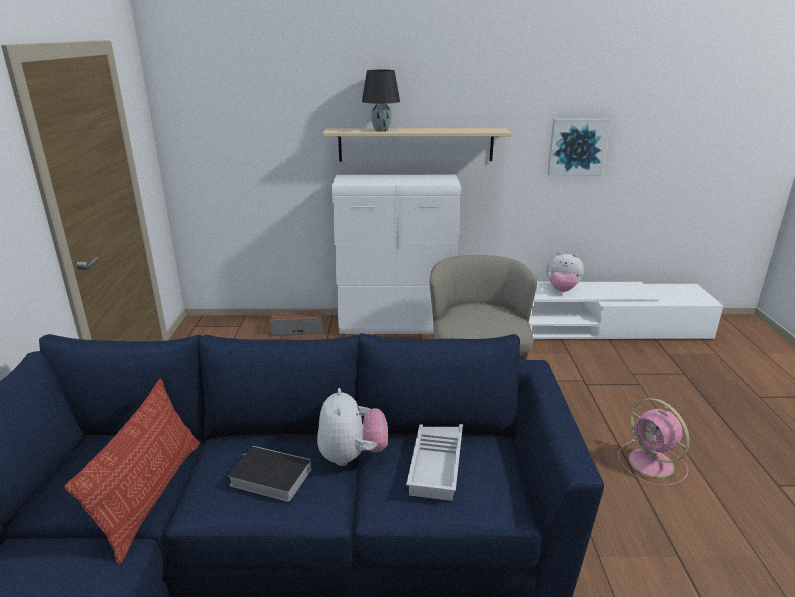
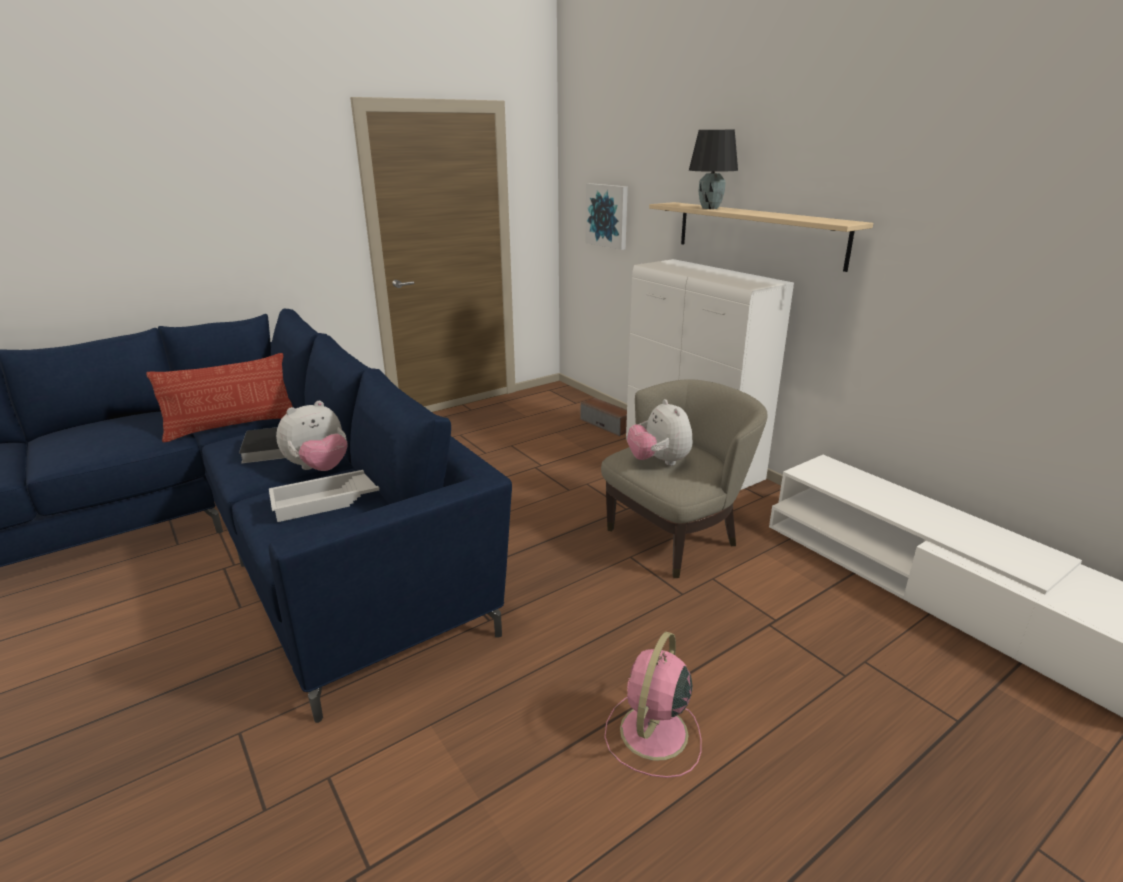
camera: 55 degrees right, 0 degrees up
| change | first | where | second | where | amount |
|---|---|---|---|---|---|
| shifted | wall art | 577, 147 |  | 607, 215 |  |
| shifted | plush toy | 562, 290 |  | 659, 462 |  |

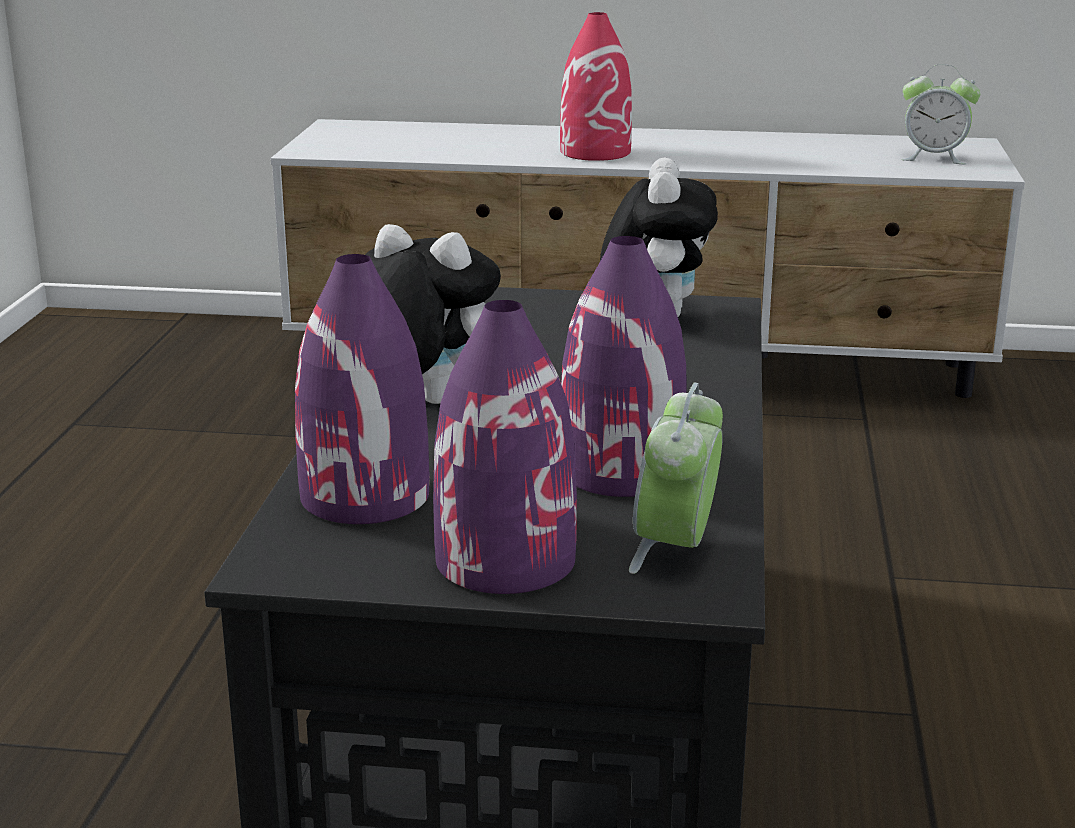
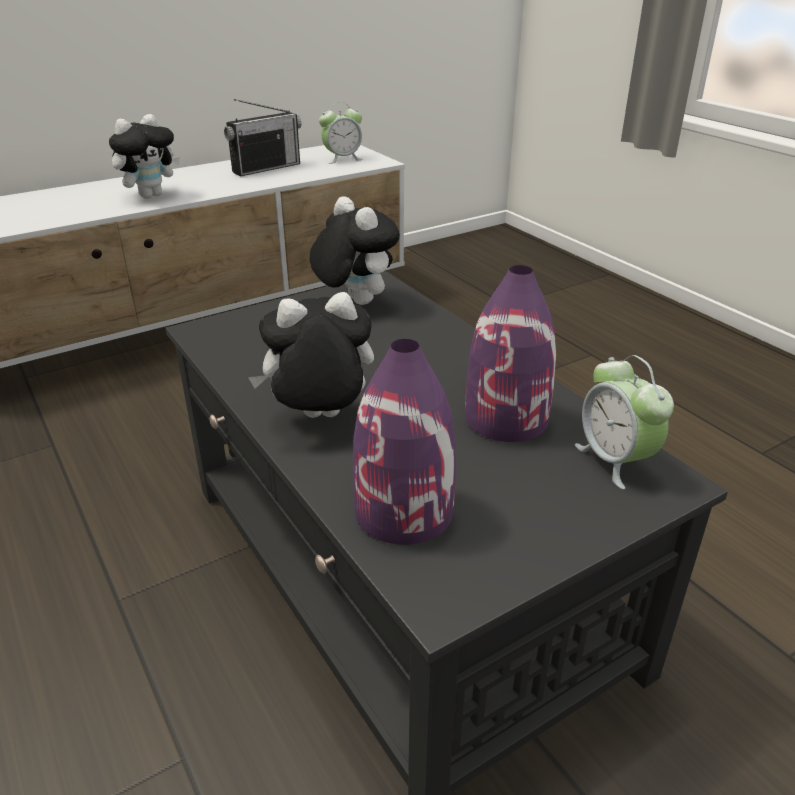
camera: 40 degrees left, 10 degrees up
| change | first | where | second | where | amount |
|---|---|---|---|---|---|
| swapped | vase (red) | 596, 152 | plush toy | 151, 195 |  |
| new |  |  | radio set | 266, 168 |  |
| gone | vase (purple) | 506, 560 |  |  |  |

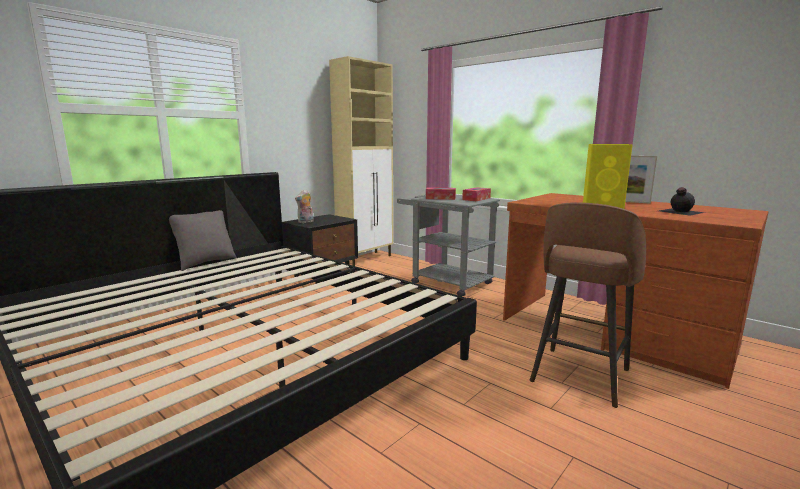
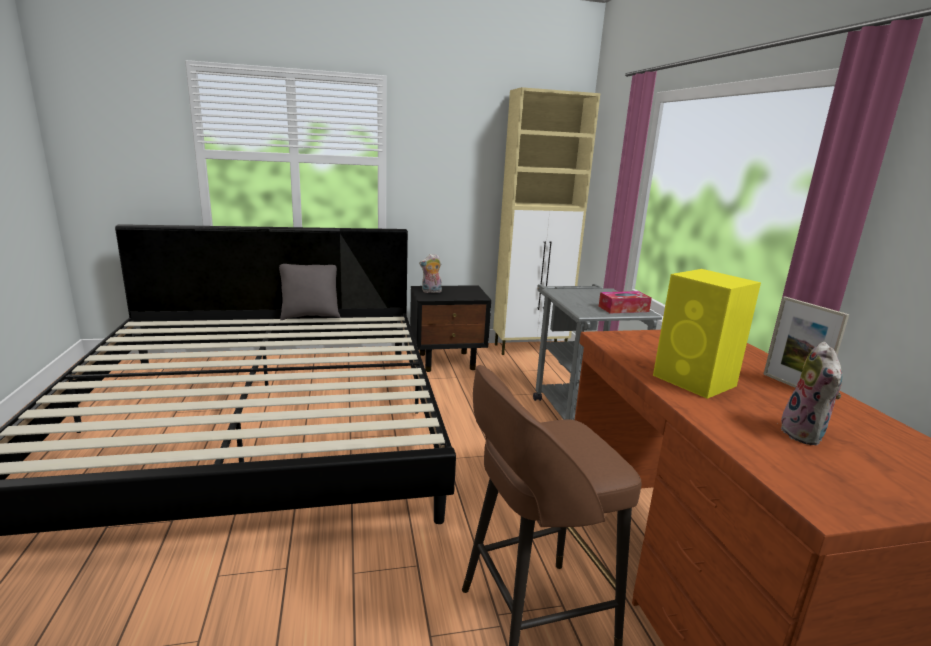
camera: 35 degrees right, 5 degrees up
| change | first | where | second | where | amount |
|---|---|---|---|---|---|
| swapped | beverage bottle (black) | 679, 211 | plush toy | 805, 435 |  |
| gone | tissue holder | 440, 198 |  |  |  |

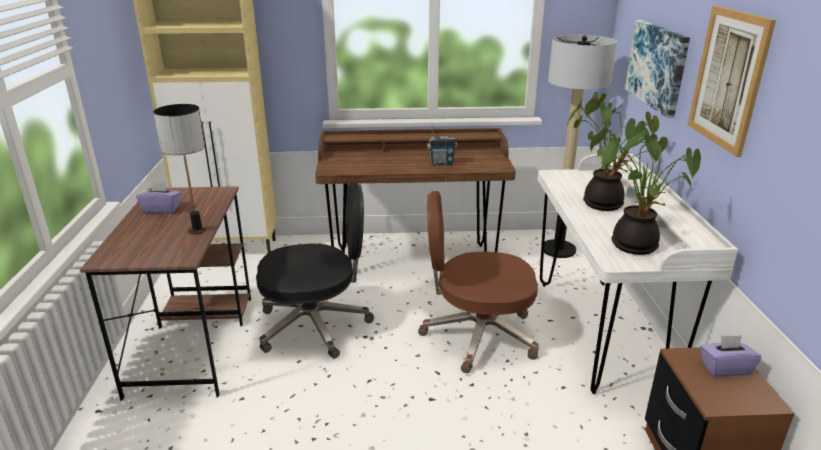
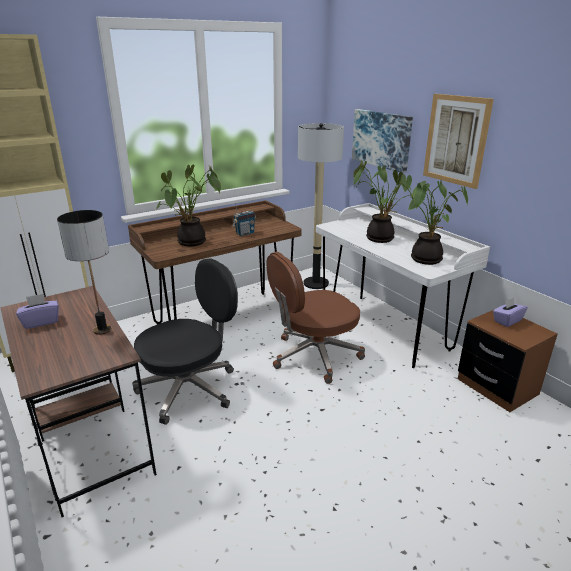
camera: 30 degrees left, 0 degrees up
| change | first | where | second | where | amount |
|---|---|---|---|---|---|
| new |  |  | potted plant | 191, 243 |  |

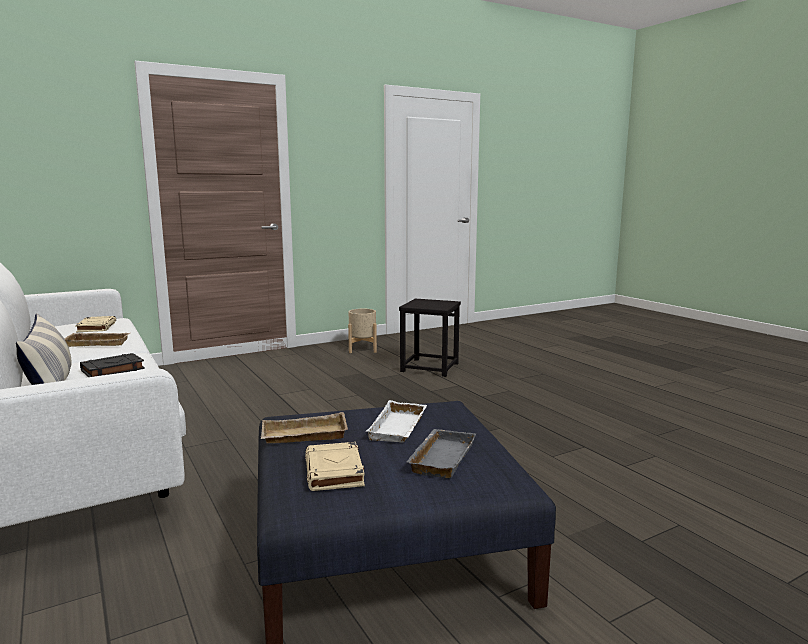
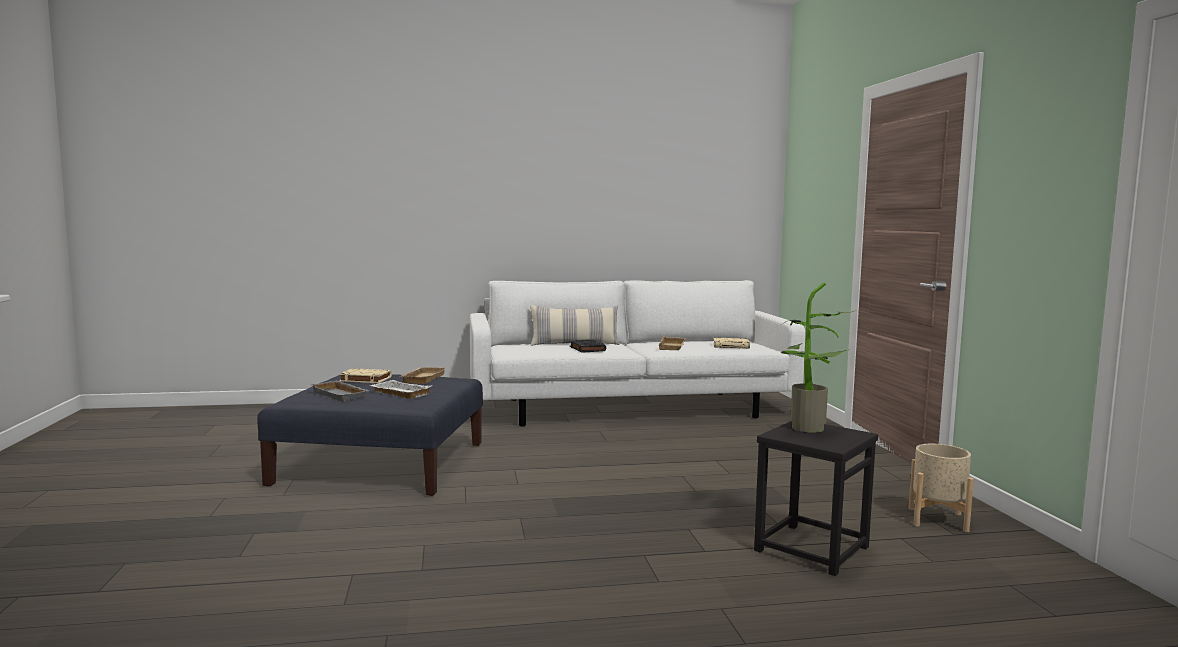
camera: 110 degrees right, 5 degrees down
| change | first | where | second | where | amount |
|---|---|---|---|---|---|
| new |  |  | potted plant | 807, 429 |  |

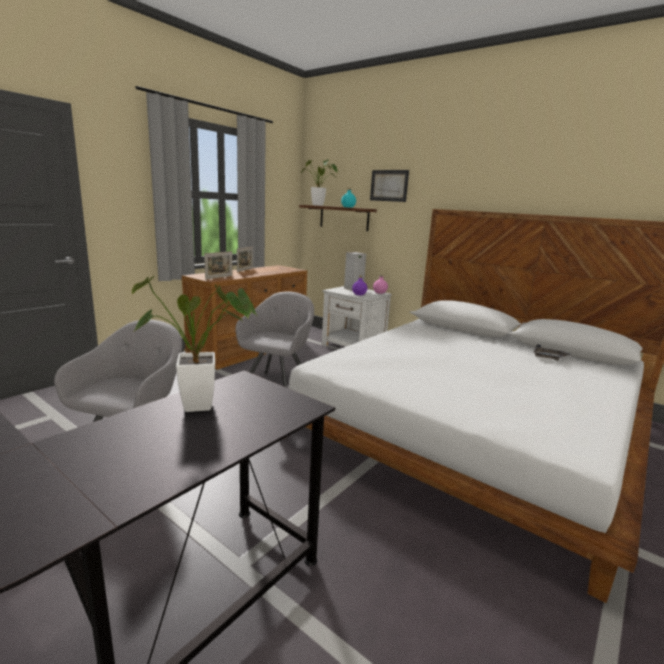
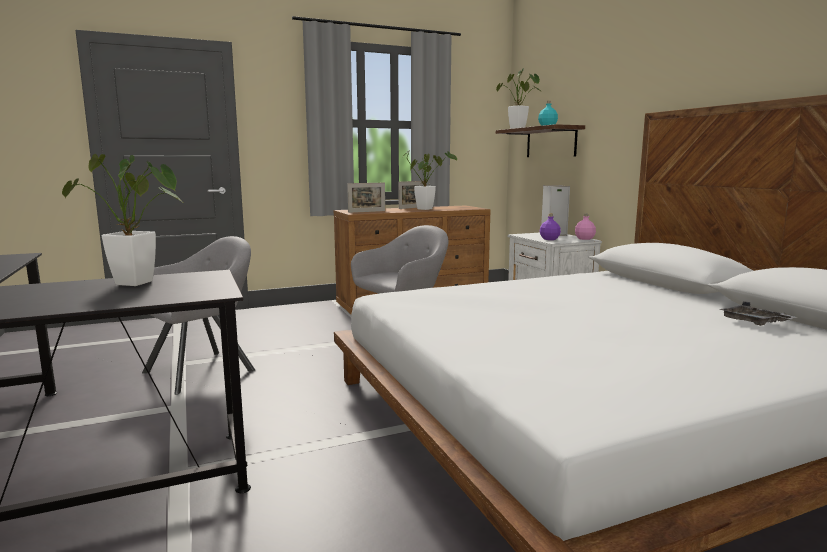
camera: 30 degrees right, 5 degrees down
| change | first | where | second | where | amount |
|---|---|---|---|---|---|
| new |  |  | potted plant | 427, 209 |  |
| gone | wall art | 389, 185 |  |  |  |

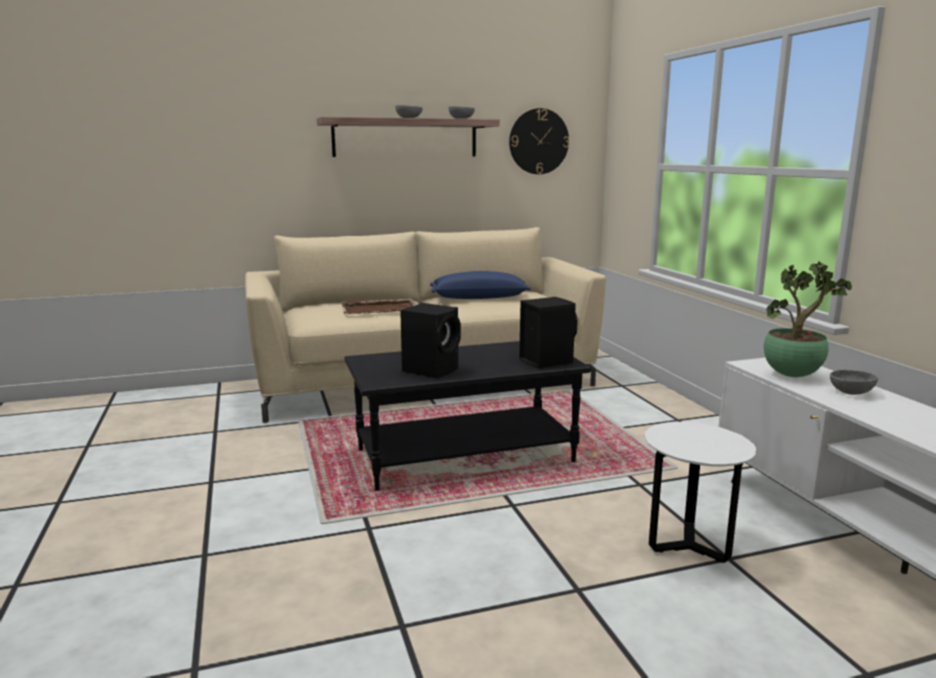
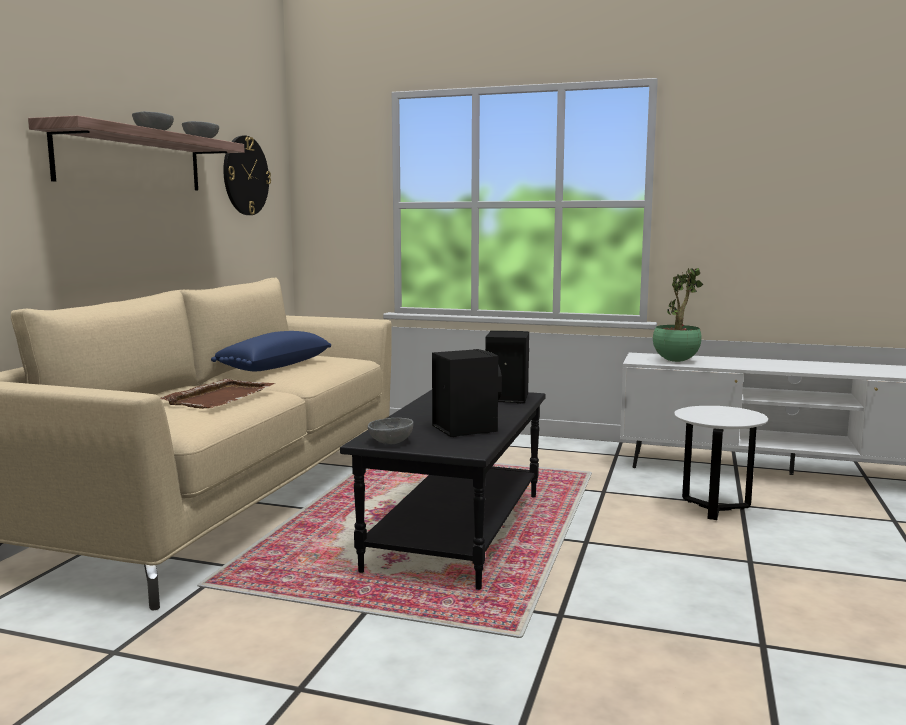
camera: 55 degrees left, 5 degrees down
| change | first | where | second | where | amount |
|---|---|---|---|---|---|
| shifted | bowl (grey) | 850, 392 |  | 390, 442 |  |

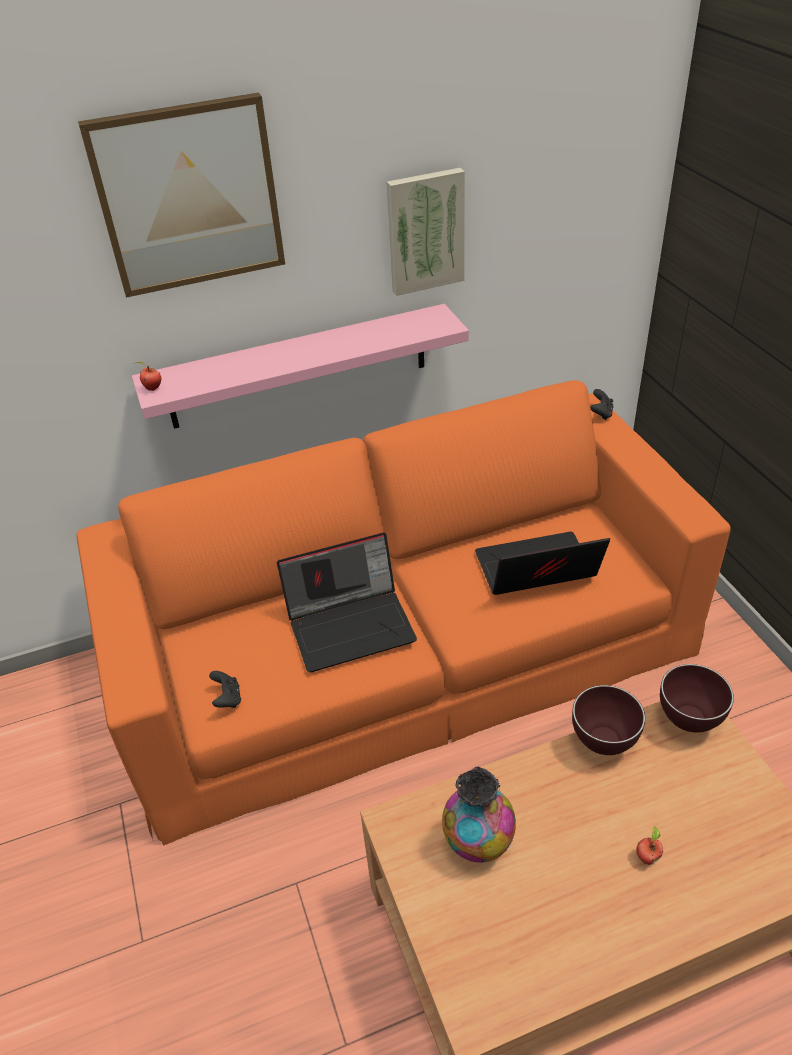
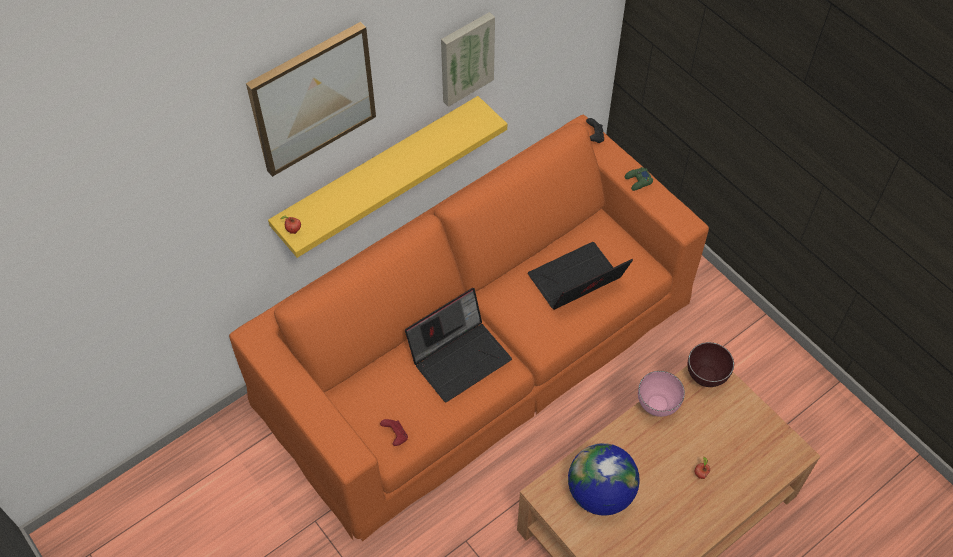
camera: 20 degrees left, 15 degrees up
| change | first | where | second | where | amount |
|---|---|---|---|---|---|
| repainted | bracket shelf (pinkish) | 298, 367 | bracket shelf (yellowish) | 378, 172 |  |
| repainted | game controller (black) | 227, 699 | game controller (red) | 395, 436 |  |
| swapped | vase | 477, 844 | desk globe | 600, 493 |  |
| new |  |  | game controller (greenish) | 638, 181 |  |
| repainted | bowl (brown) | 605, 743 | bowl (pinkish) | 658, 406 |  |

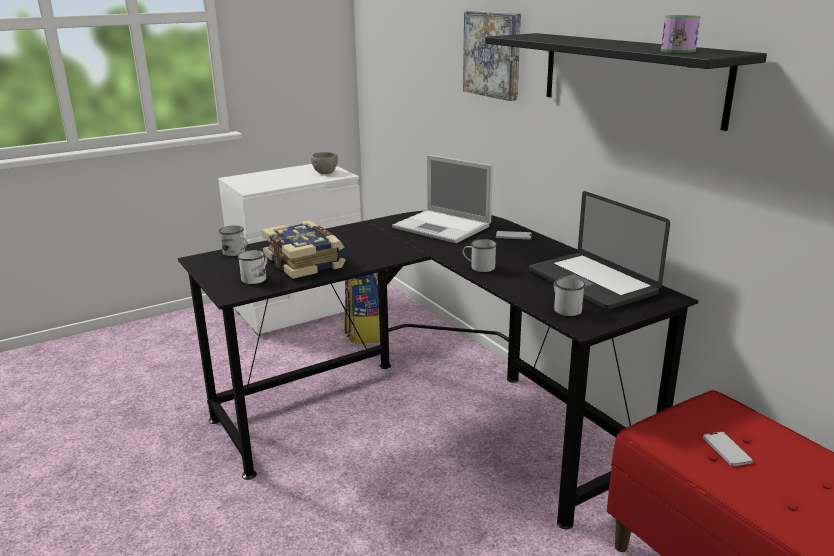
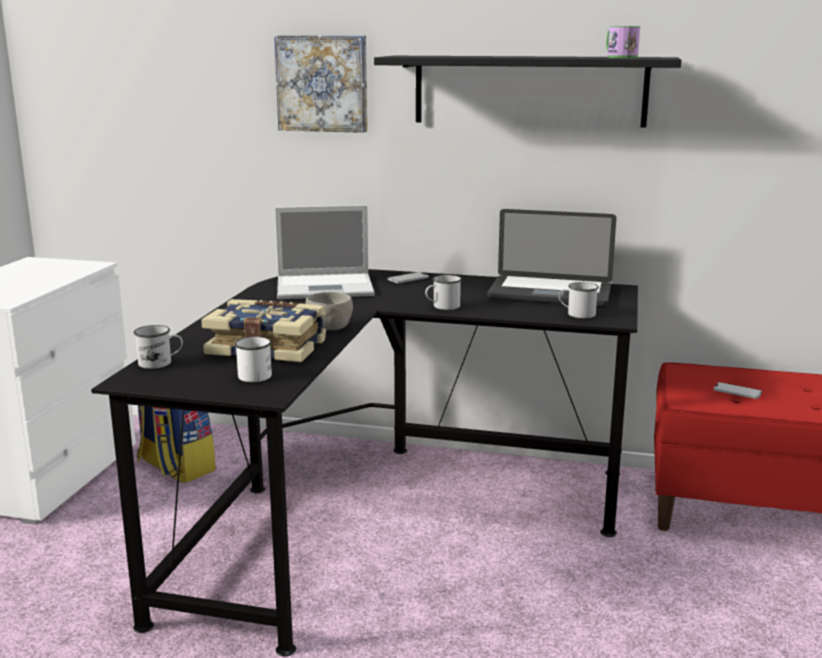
camera: 45 degrees left, 5 degrees down
| change | first | where | second | where | amount |
|---|---|---|---|---|---|
| shifted | bowl (grey) | 324, 172 |  | 329, 327 |  |

